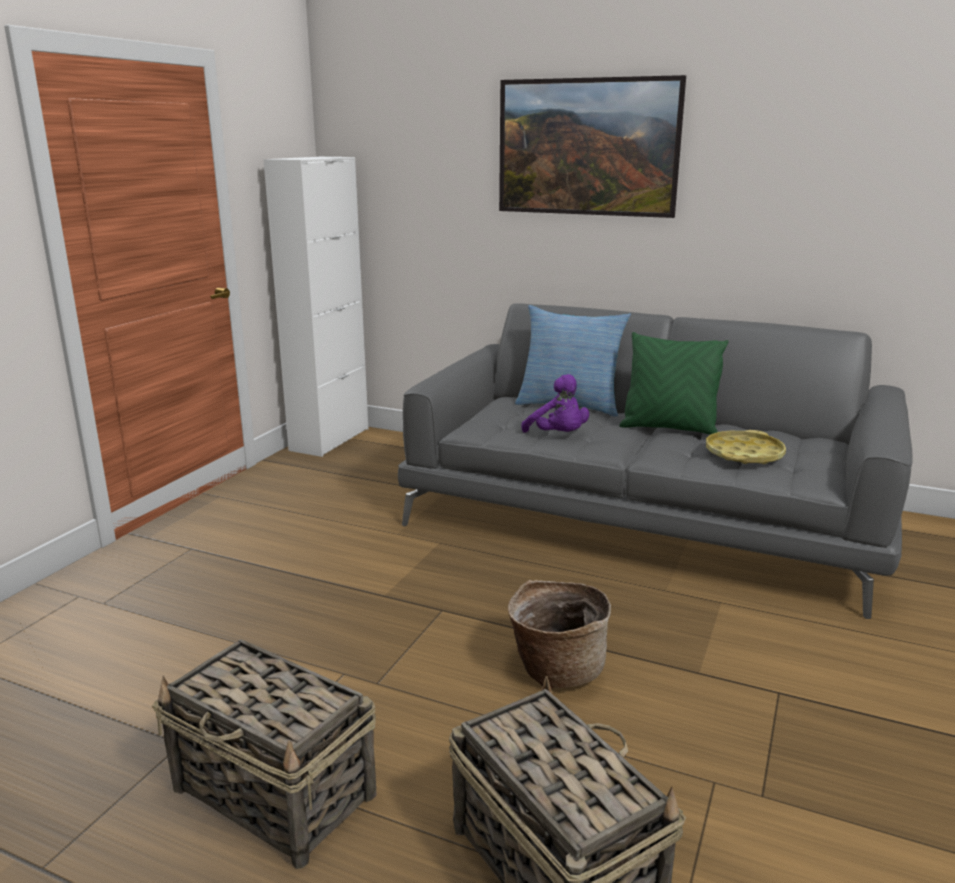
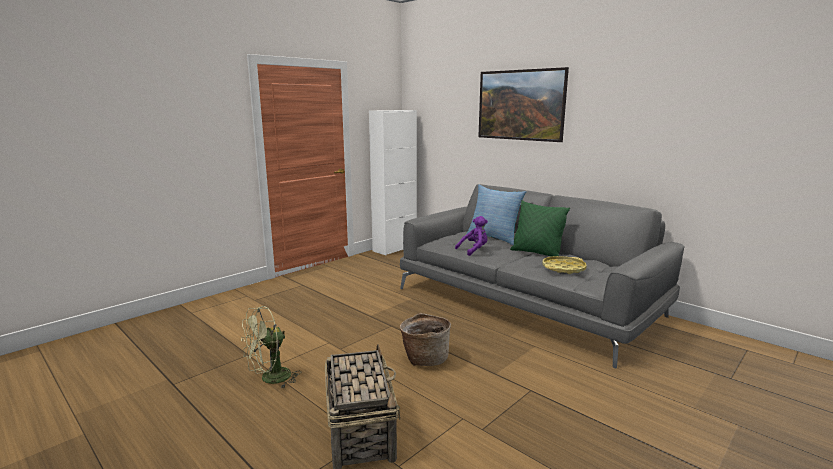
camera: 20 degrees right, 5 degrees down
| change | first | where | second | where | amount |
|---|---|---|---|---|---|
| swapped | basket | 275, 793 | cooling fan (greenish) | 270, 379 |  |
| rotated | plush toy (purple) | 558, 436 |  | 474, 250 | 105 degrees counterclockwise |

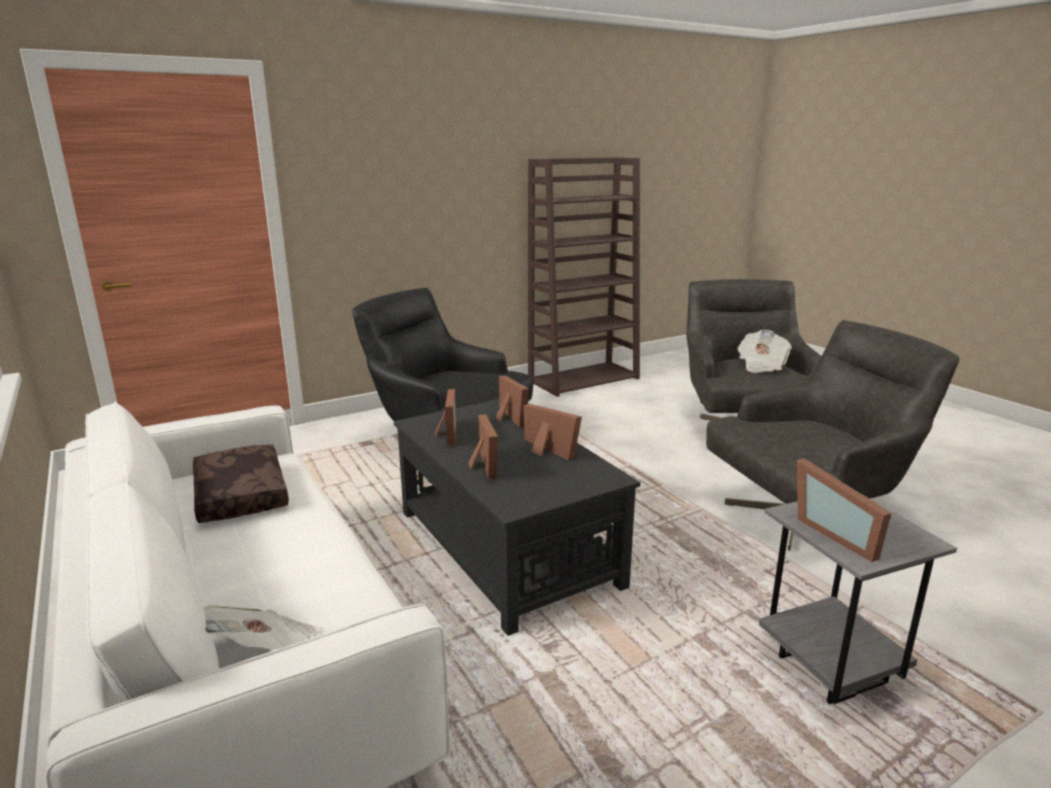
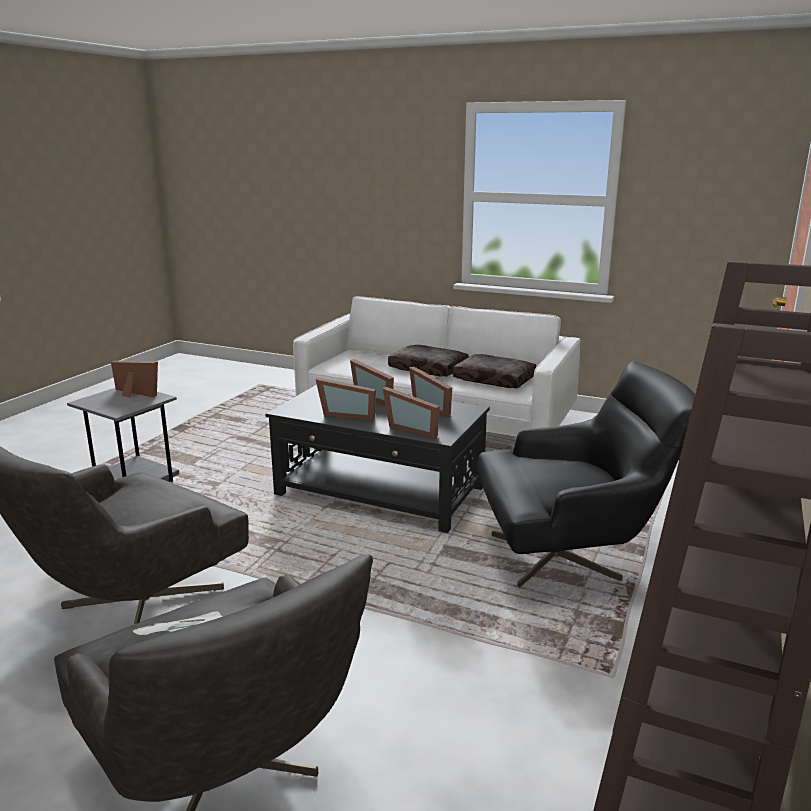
camera: 145 degrees right, 0 degrees up
| change | first | where | second | where | amount |
|---|---|---|---|---|---|
| new |  |  | pillow (brown) | 429, 369 |  |
| gone | newspaper | 265, 651 |  |  |  |

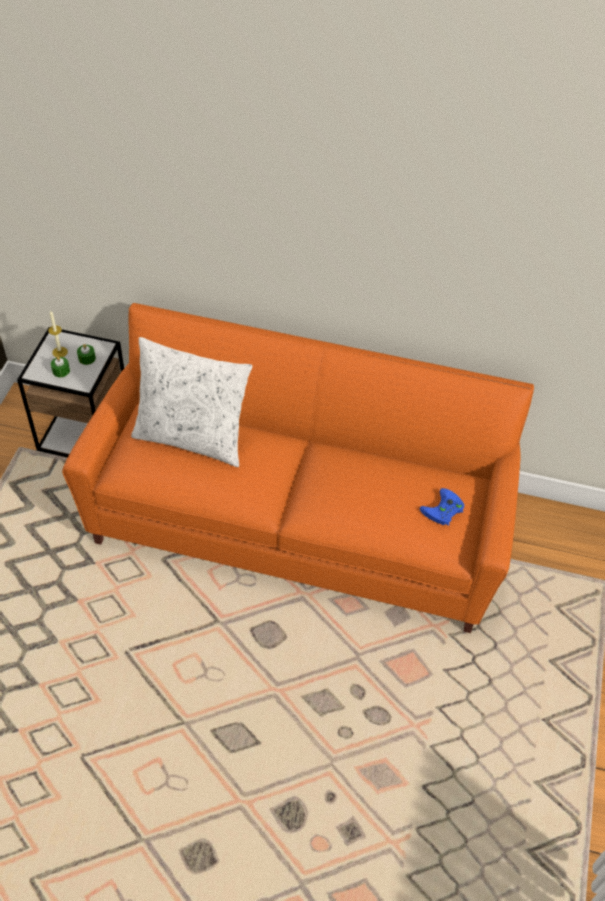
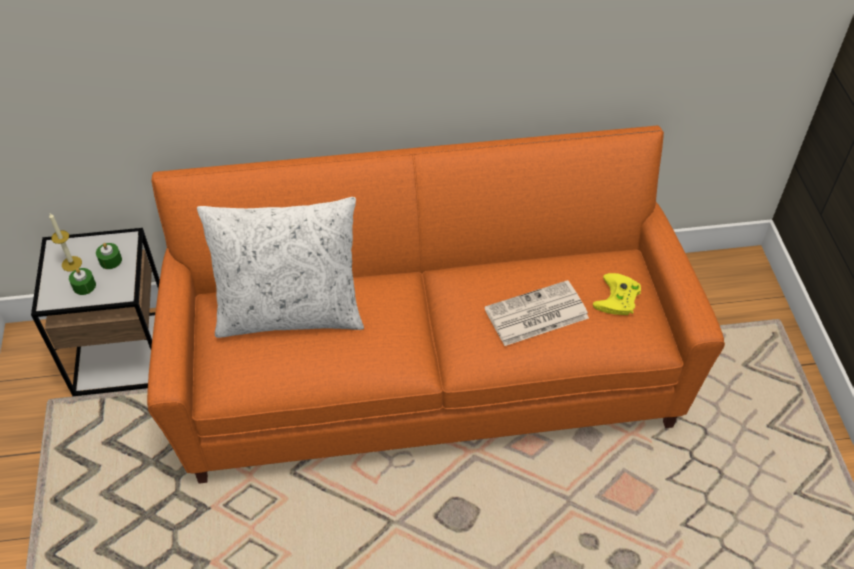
camera: 20 degrees left, 0 degrees up
| change | first | where | second | where | amount |
|---|---|---|---|---|---|
| new |  |  | newspaper | 535, 314 |  |
| repainted | game controller (blue-coloured) | 443, 511 | game controller (yellowish) | 618, 299 |  |

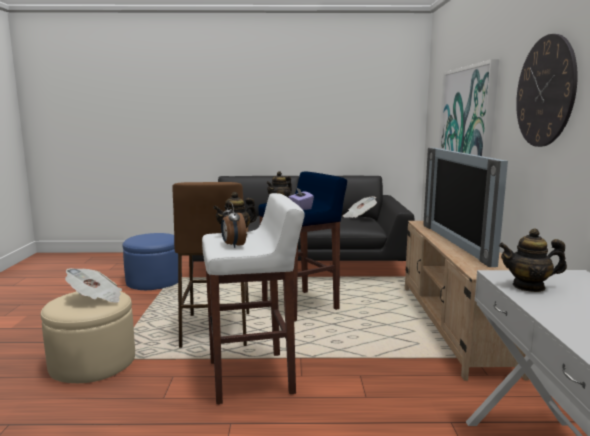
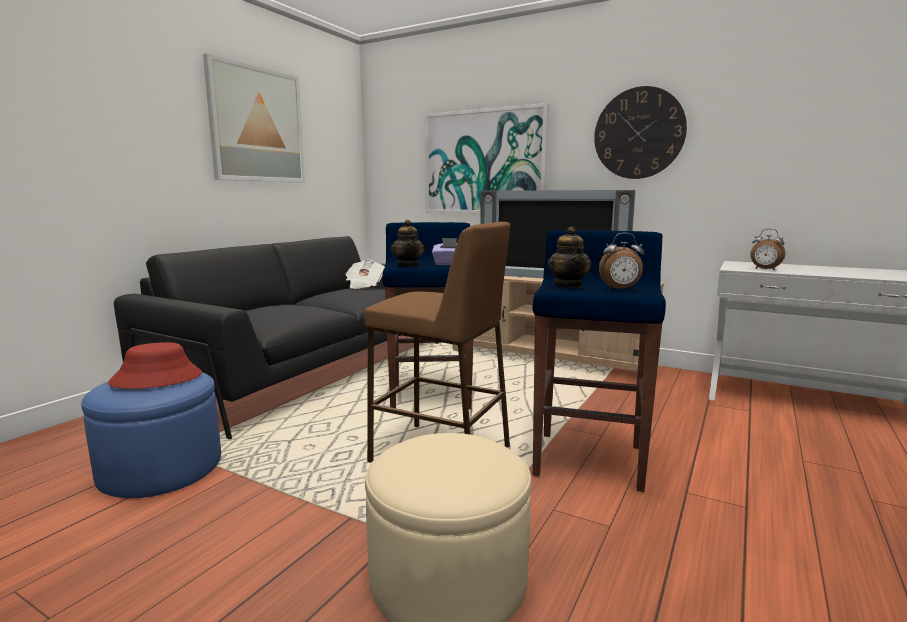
camera: 60 degrees left, 0 degrees up
| change | first | where | second | where | amount |
|---|---|---|---|---|---|
| new |  |  | wearable hat (red) | 157, 379 |  |
| new |  |  | wall art | 257, 125 |  |
| repainted | stool (whitish) | 252, 377 | stool (blue-coloured) | 589, 459 |  |
| swapped | pot for tea | 529, 286 | bedside clock | 764, 269 |  |
| gone | newspaper | 96, 298 |  |  |  |

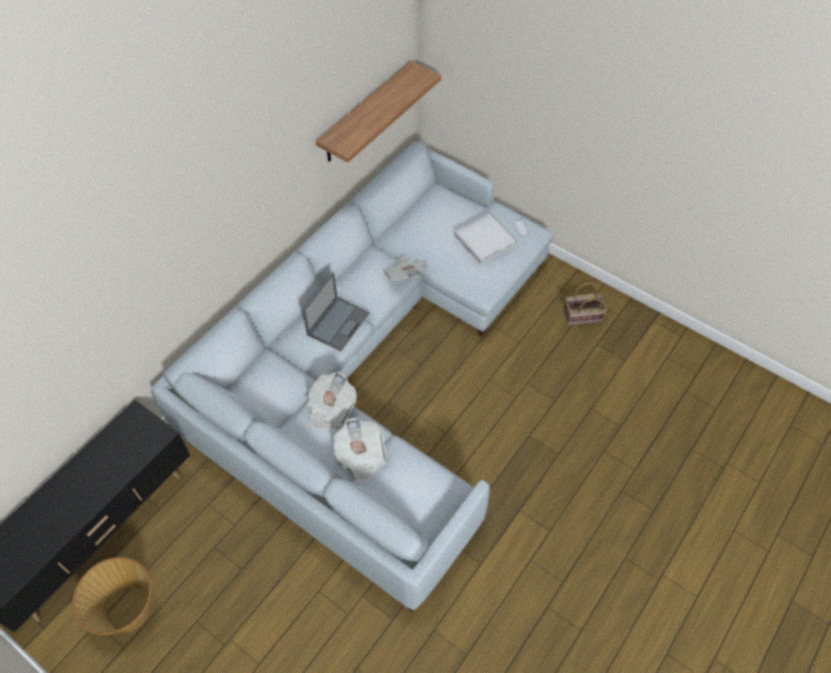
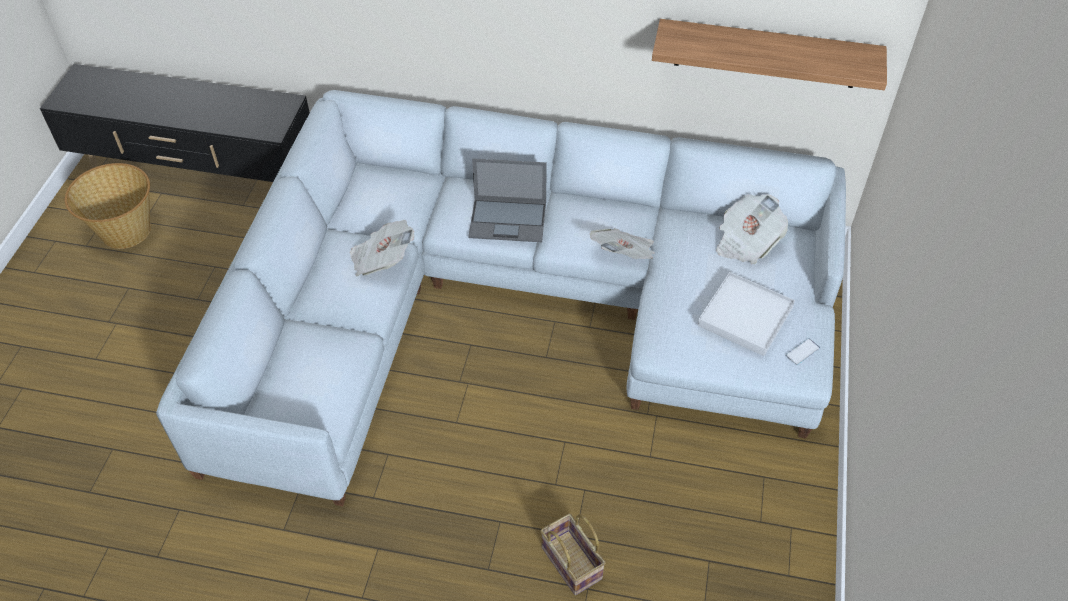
camera: 65 degrees right, 5 degrees down
| change | first | where | second | where | amount |
|---|---|---|---|---|---|
| shifted | basket | 581, 316 |  | 569, 562 |  |
| shifted | newspaper | 361, 456 |  | 746, 242 |  |

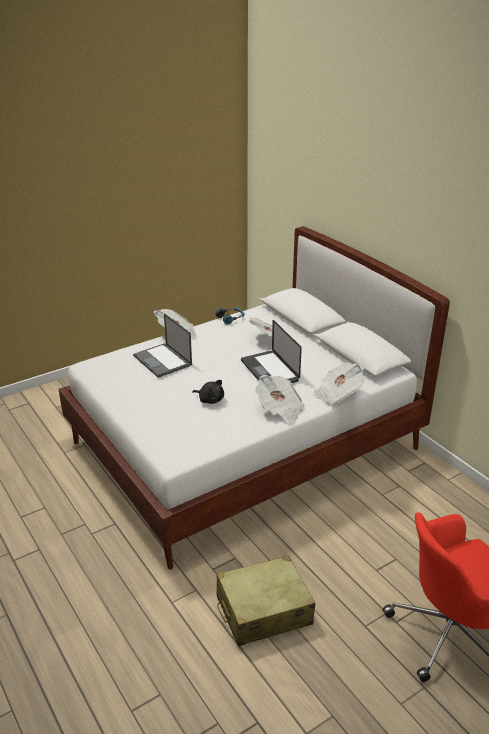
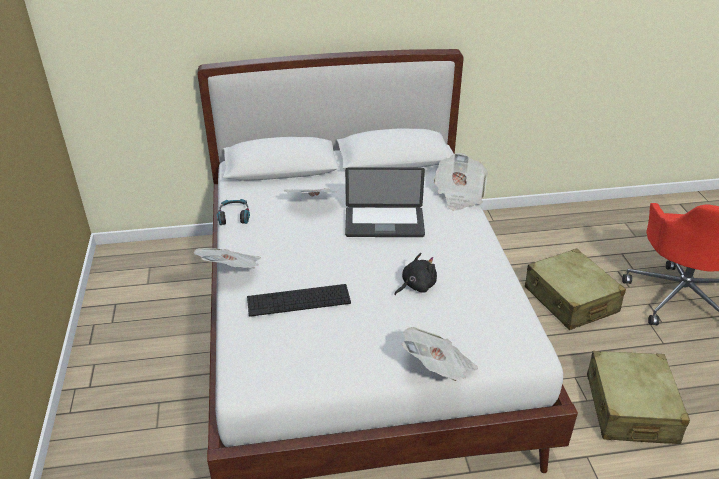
camera: 65 degrees left, 5 degrees up
| change | first | where | second | where | amount |
|---|---|---|---|---|---|
| swapped | portable computer | 163, 360 | PC keyboard | 298, 300 |  |
| shifted | newspaper | 280, 409 |  | 438, 368 |  |
| new |  |  | suitcase (sand-coloured) | 570, 300 |  |

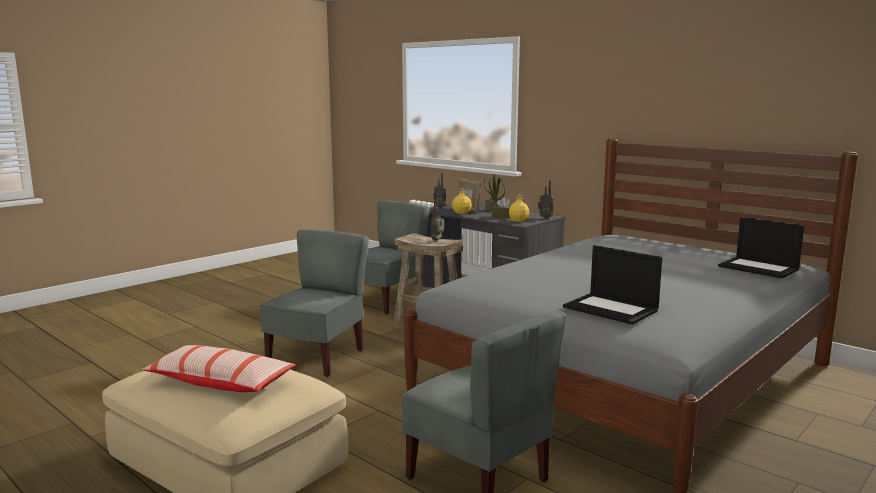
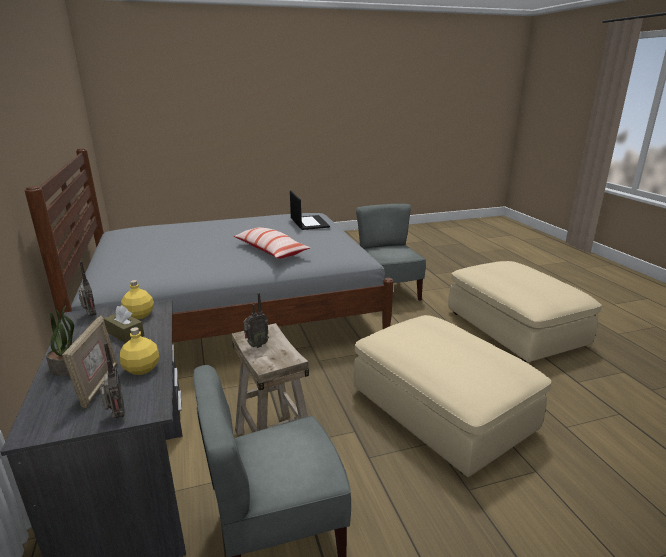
camera: 150 degrees left, 10 degrees up
| change | first | where | second | where | amount |
|---|---|---|---|---|---|
| shifted | pillow | 221, 382 |  | 270, 251 |  |
| swapped | chair (grey) | 317, 357 | footrest (sand-coloured) | 440, 410 |  |
| gone | portable computer | 759, 268 |  |  |  |

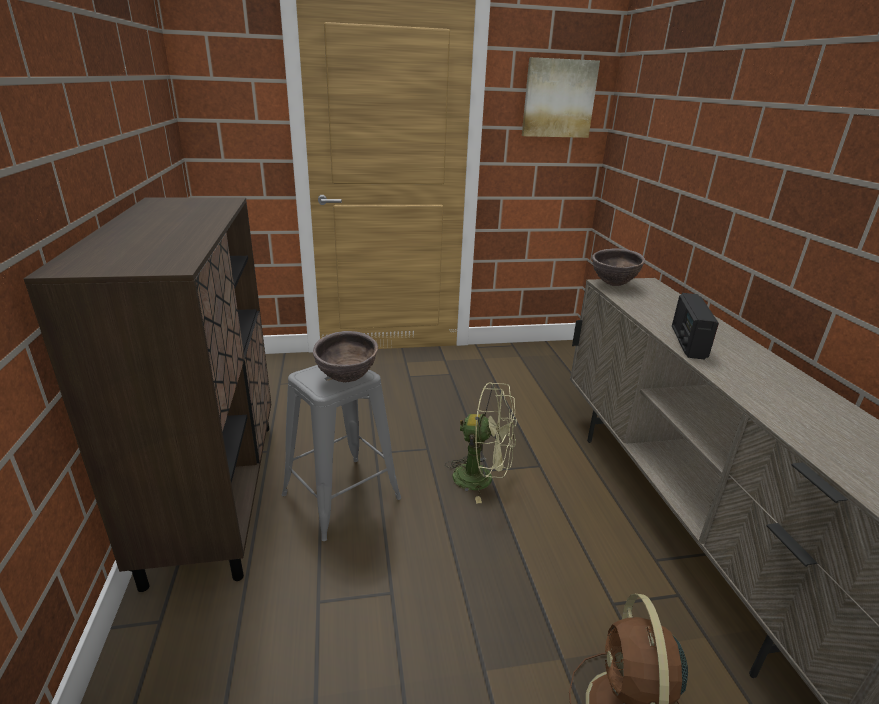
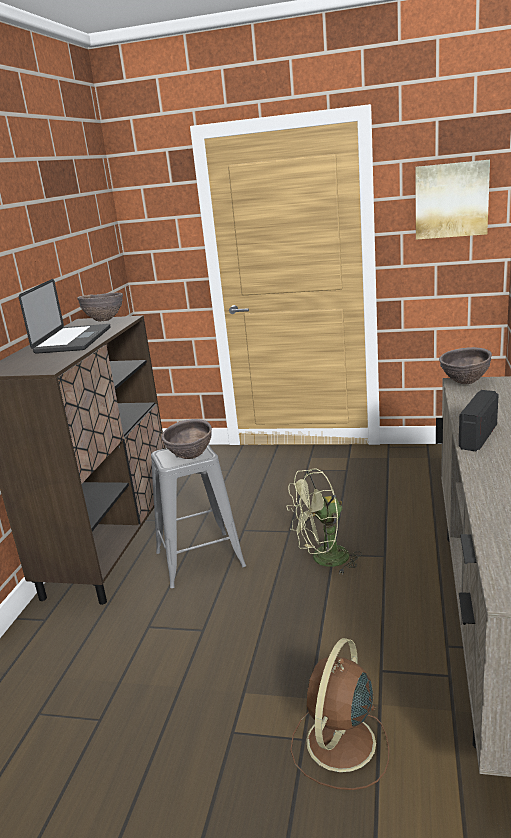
camera: 25 degrees right, 5 degrees down
| change | first | where | second | where | amount |
|---|---|---|---|---|---|
| new |  |  | portable computer | 73, 340 |  |
| new |  |  | bowl (brown) | 104, 320 |  |
| rotated | cooling fan (greenish) | 482, 478 |  | 323, 560 | 120 degrees clockwise |

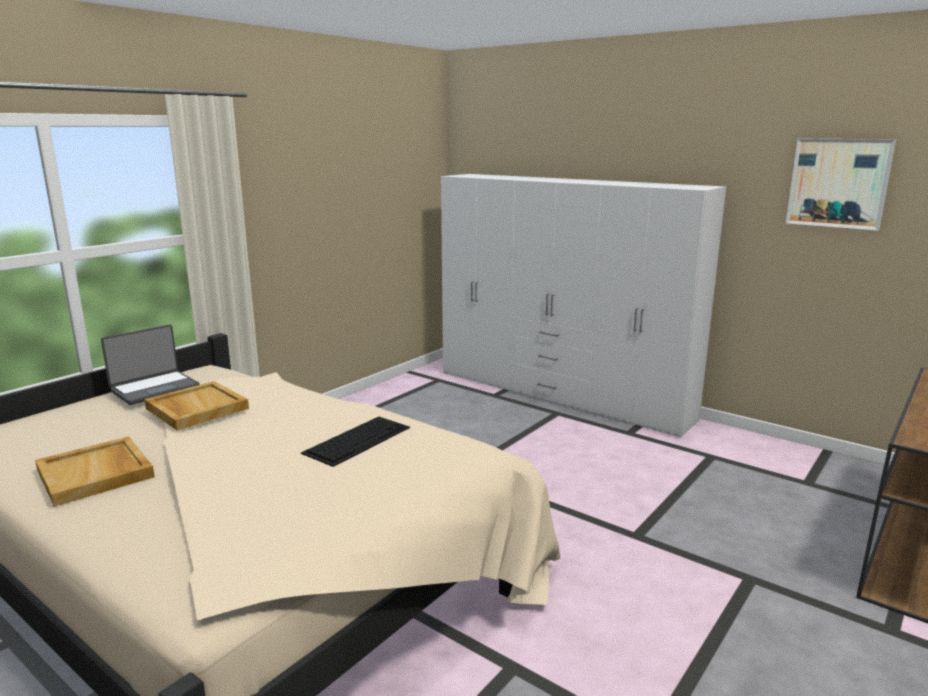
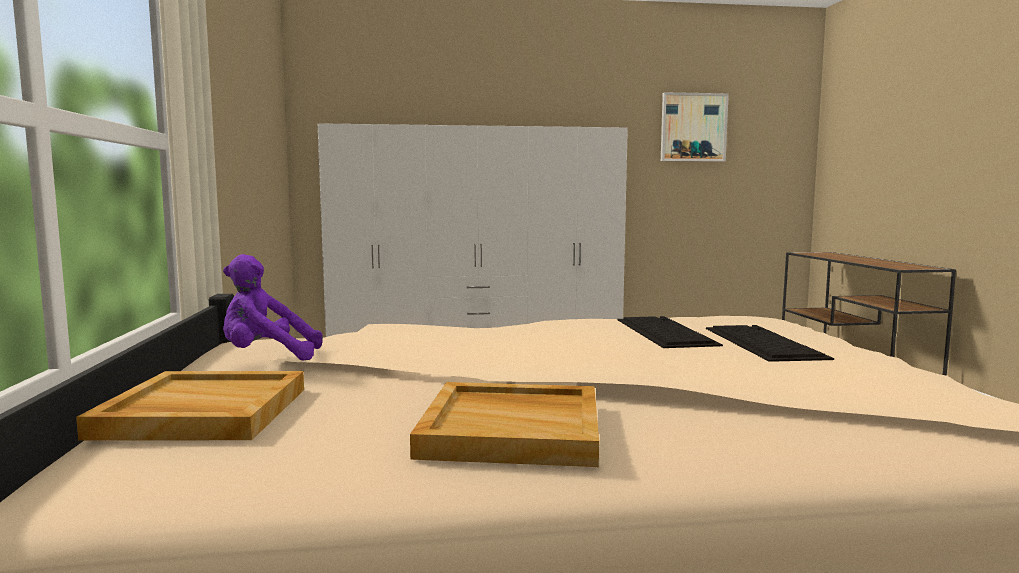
camera: 45 degrees left, 10 degrees down
| change | first | where | second | where | amount |
|---|---|---|---|---|---|
| shifted | carrying tray (sand-coloured) | 196, 408 |  | 201, 412 |  |
| swapped | portable computer | 154, 388 | plush toy (purple) | 267, 357 |  |
| new |  |  | PC keyboard | 761, 342 |  |

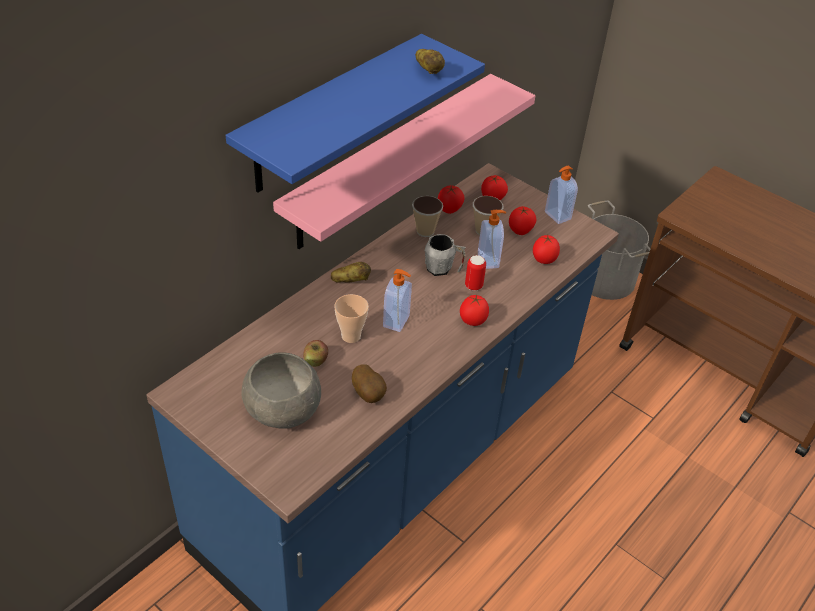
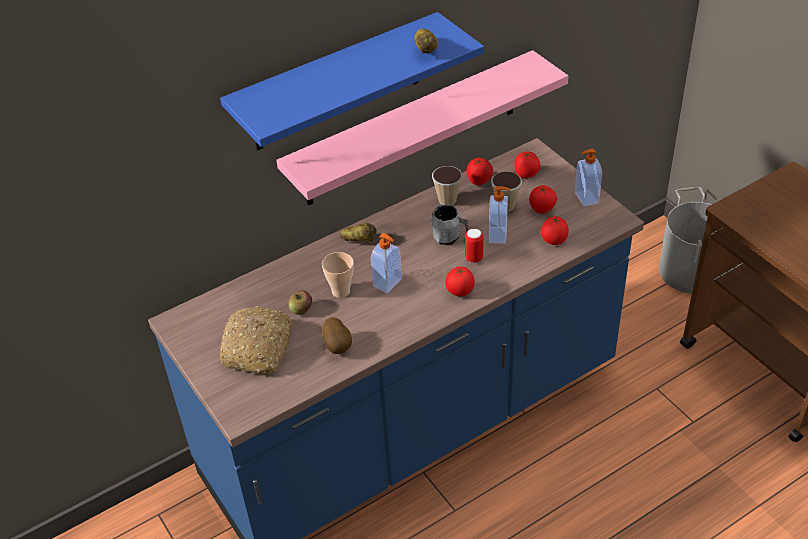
camera: 20 degrees right, 0 degrees up
| change | first | where | second | where | amount |
|---|---|---|---|---|---|
| swapped | bowl (grey) | 283, 409 | bread | 258, 348 |  |

